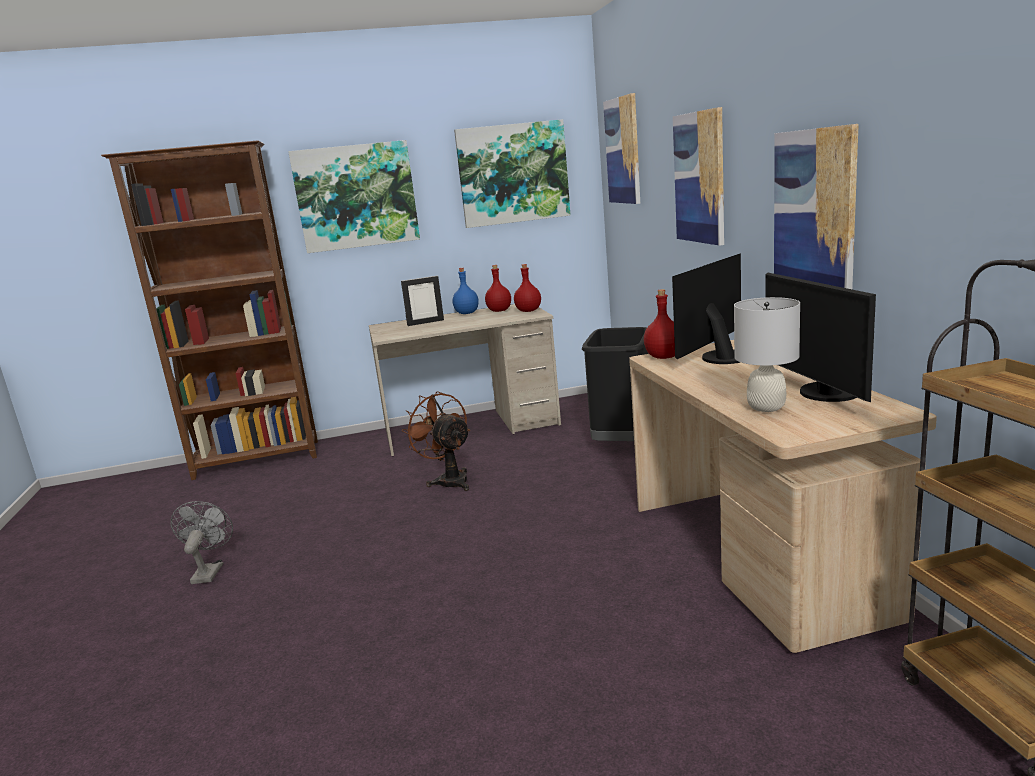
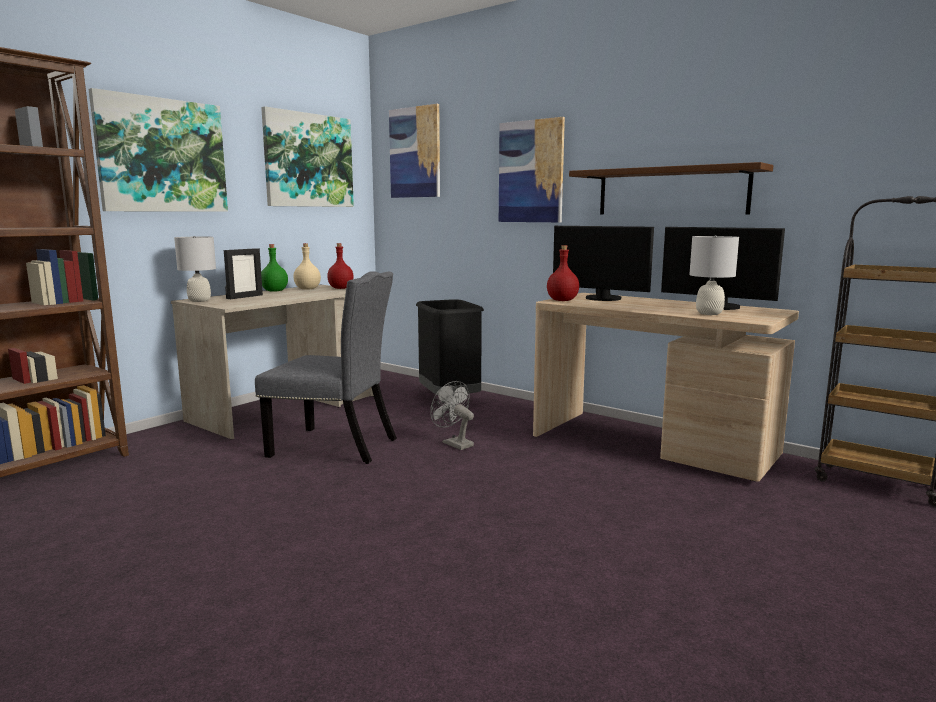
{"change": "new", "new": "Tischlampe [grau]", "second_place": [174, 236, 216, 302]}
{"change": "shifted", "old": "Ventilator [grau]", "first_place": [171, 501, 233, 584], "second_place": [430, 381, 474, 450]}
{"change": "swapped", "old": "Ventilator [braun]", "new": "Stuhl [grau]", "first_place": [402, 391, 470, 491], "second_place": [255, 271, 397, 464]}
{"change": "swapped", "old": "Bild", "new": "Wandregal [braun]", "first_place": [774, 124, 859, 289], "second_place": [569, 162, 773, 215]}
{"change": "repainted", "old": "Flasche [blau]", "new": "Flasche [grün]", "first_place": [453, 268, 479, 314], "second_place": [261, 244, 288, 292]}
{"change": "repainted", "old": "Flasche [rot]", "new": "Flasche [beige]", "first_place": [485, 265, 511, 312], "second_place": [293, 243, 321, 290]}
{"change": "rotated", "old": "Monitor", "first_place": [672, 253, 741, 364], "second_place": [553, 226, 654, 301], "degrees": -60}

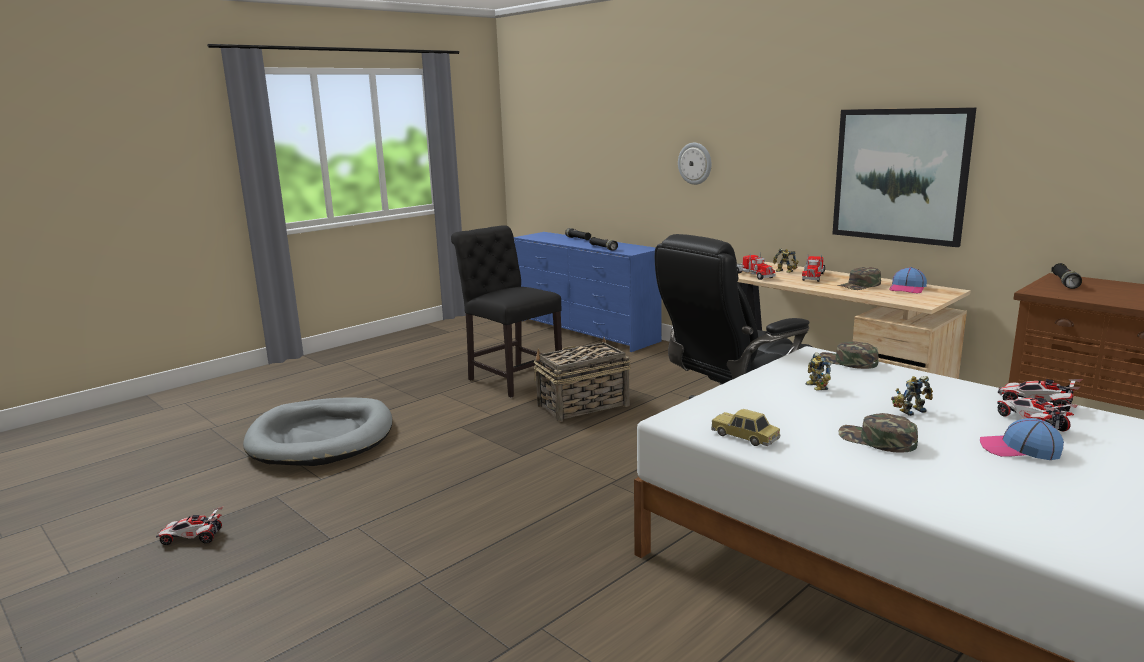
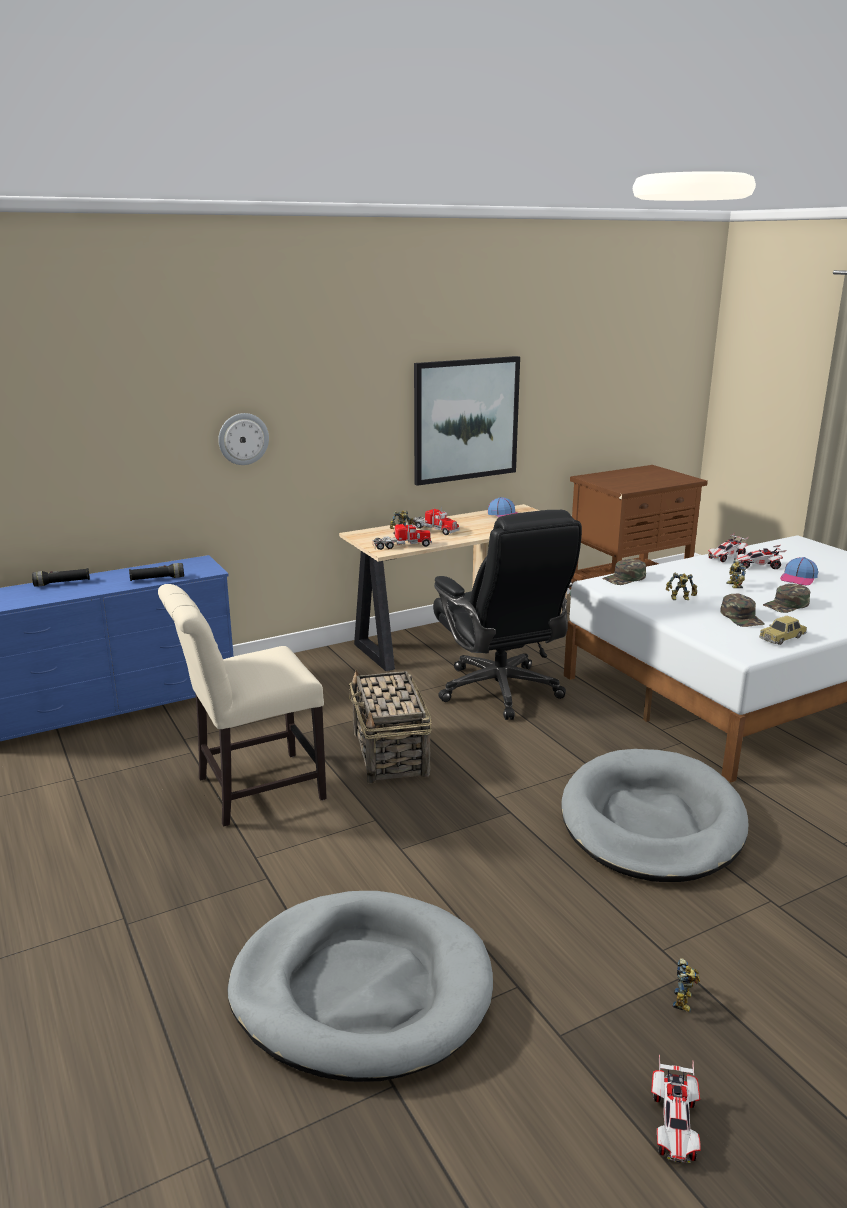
{"change": "gone", "old": "Taschenlampe [schwarz]", "first_place": [1051, 263, 1082, 289]}
{"change": "new", "new": "Hundebett [grau]", "second_place": [561, 749, 748, 882]}
{"change": "new", "new": "Spielzeugroboter", "second_place": [672, 958, 700, 1013]}
{"change": "shifted", "old": "Kappe [grün]", "first_place": [838, 267, 881, 290], "second_place": [720, 594, 765, 627]}
{"change": "repainted", "old": "Stuhl [schwarz]", "new": "Stuhl [beige]", "first_place": [451, 225, 562, 398], "second_place": [158, 584, 327, 827]}

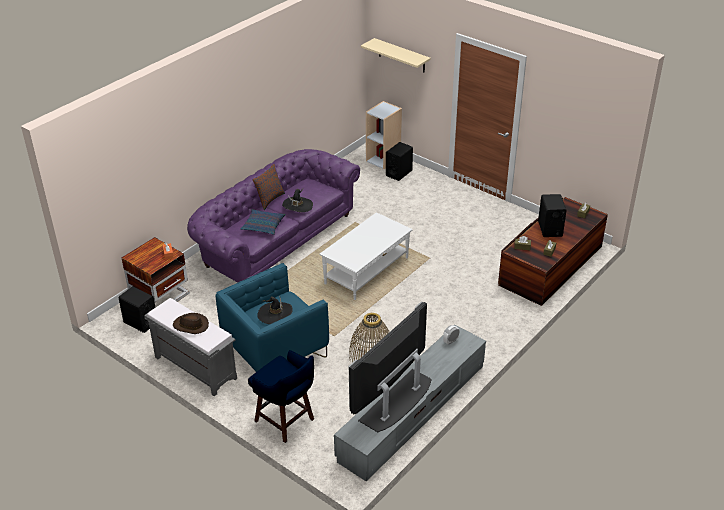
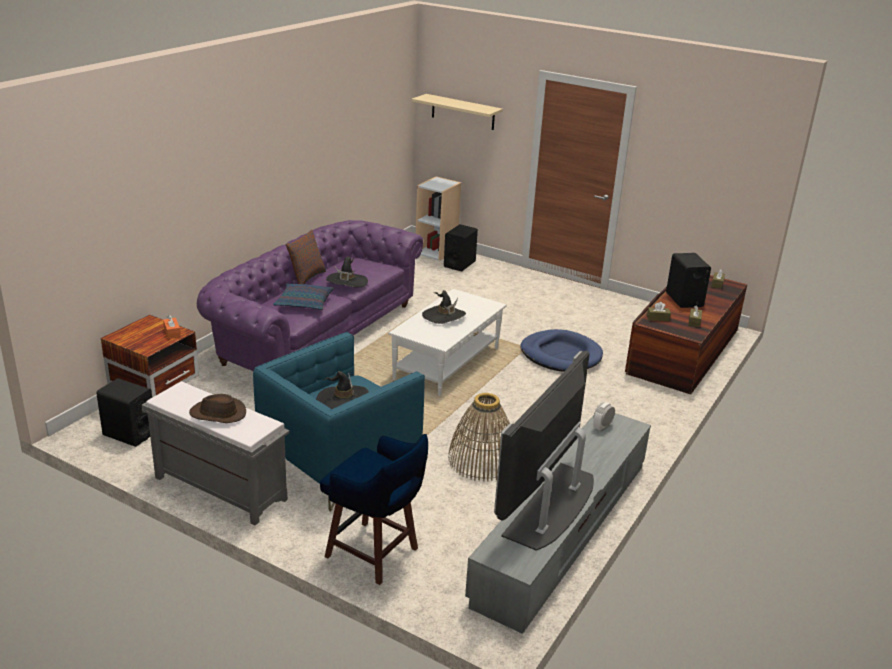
{"change": "new", "new": "Hut [schwarz]", "second_place": [422, 290, 466, 324]}
{"change": "new", "new": "Hundebett [blau]", "second_place": [520, 329, 603, 372]}

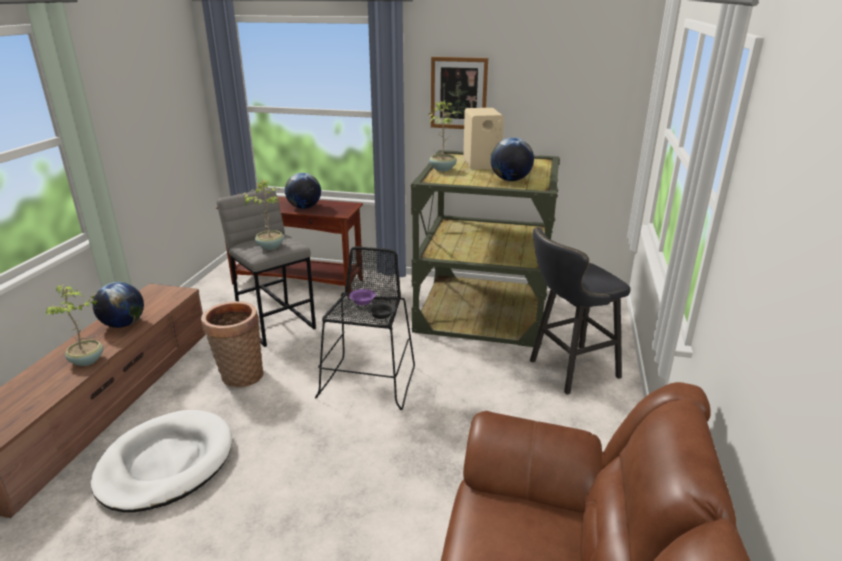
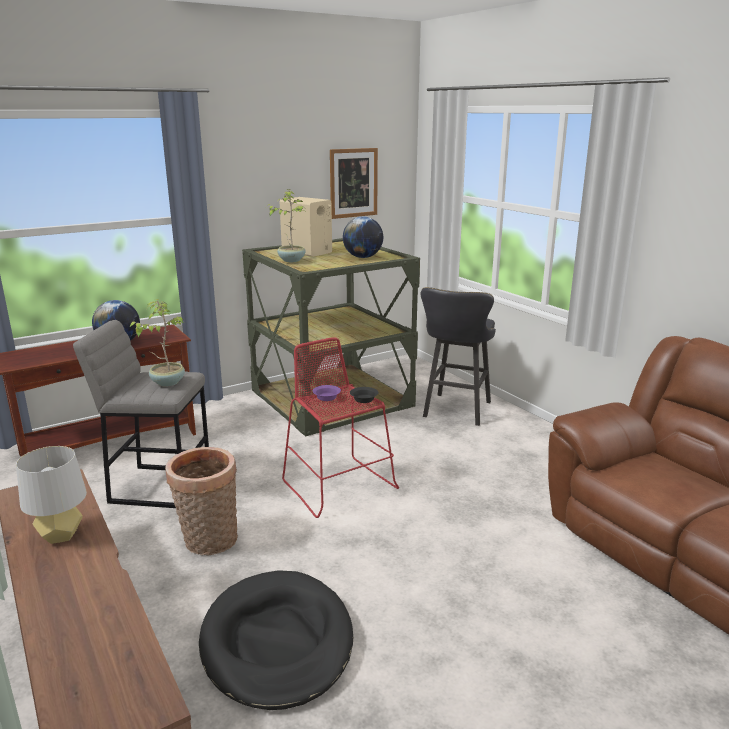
{"change": "gone", "old": "Topfpflanze", "first_place": [46, 284, 103, 366]}
{"change": "shifted", "old": "Bild", "first_place": [431, 57, 488, 129], "second_place": [330, 148, 378, 219]}
{"change": "swapped", "old": "Globus", "new": "Tischlampe [grau]", "first_place": [93, 282, 144, 328], "second_place": [16, 446, 87, 544]}
{"change": "repainted", "old": "Hundebett [weiß]", "new": "Hundebett [schwarz]", "first_place": [91, 410, 232, 512], "second_place": [199, 570, 353, 710]}
{"change": "repainted", "old": "Hocker [schwarz]", "new": "Hocker [rot]", "first_place": [315, 247, 415, 410], "second_place": [282, 337, 399, 518]}

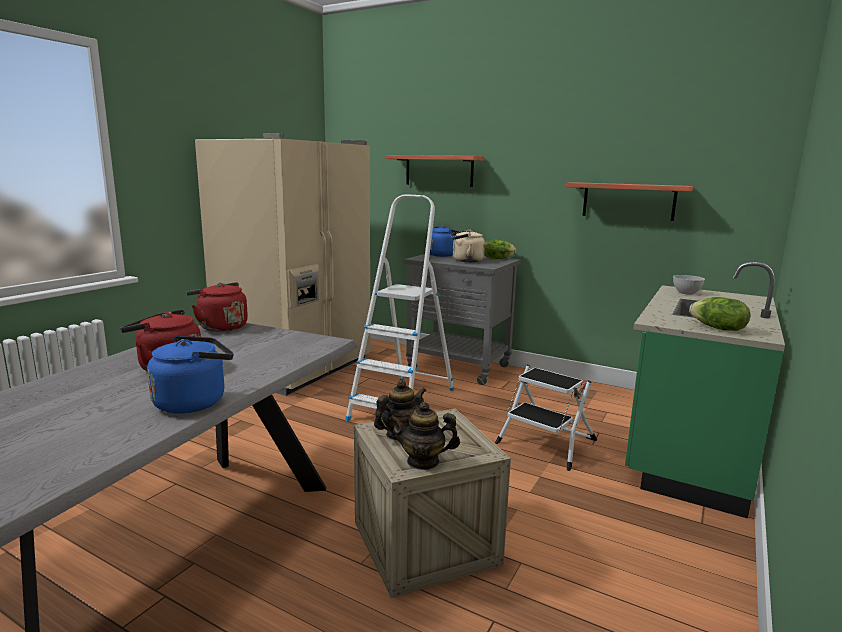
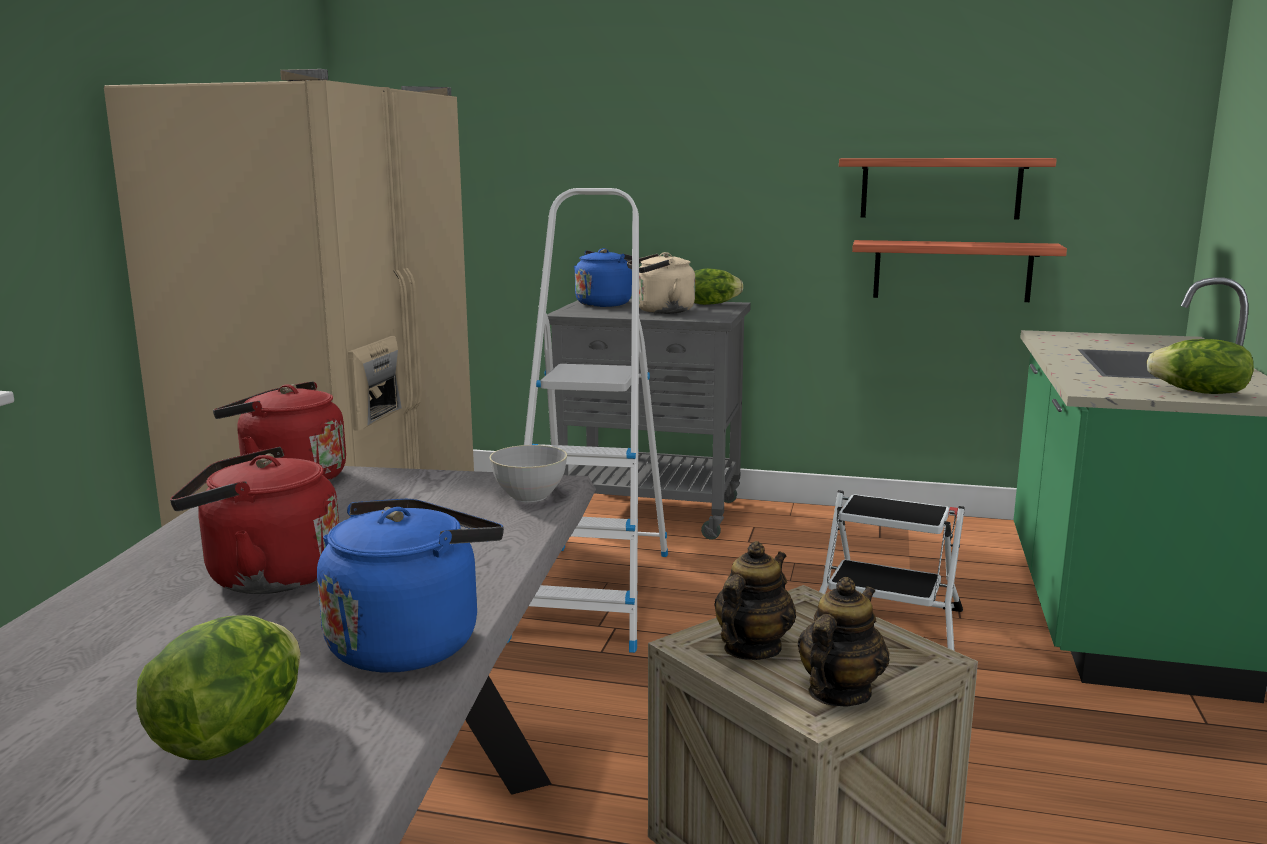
{"change": "new", "new": "Salatkopf", "second_place": [136, 615, 301, 760]}
{"change": "shifted", "old": "Wandregal", "first_place": [385, 155, 484, 187], "second_place": [852, 240, 1067, 302]}
{"change": "shifted", "old": "Schüssel [grau]", "first_place": [673, 275, 705, 295], "second_place": [489, 445, 567, 502]}
{"change": "rotated", "old": "Teekanne", "first_place": [389, 402, 460, 470], "second_place": [797, 577, 890, 707], "degrees": 135}

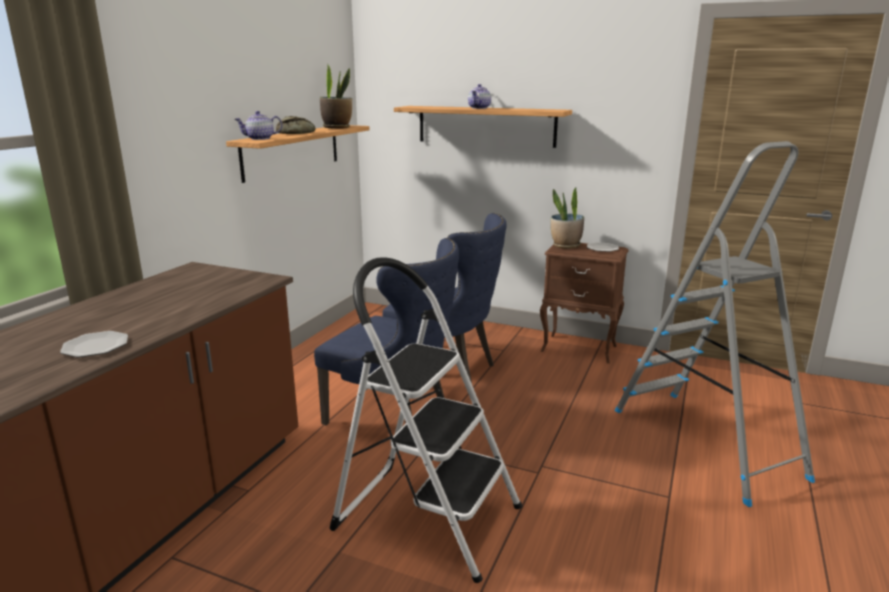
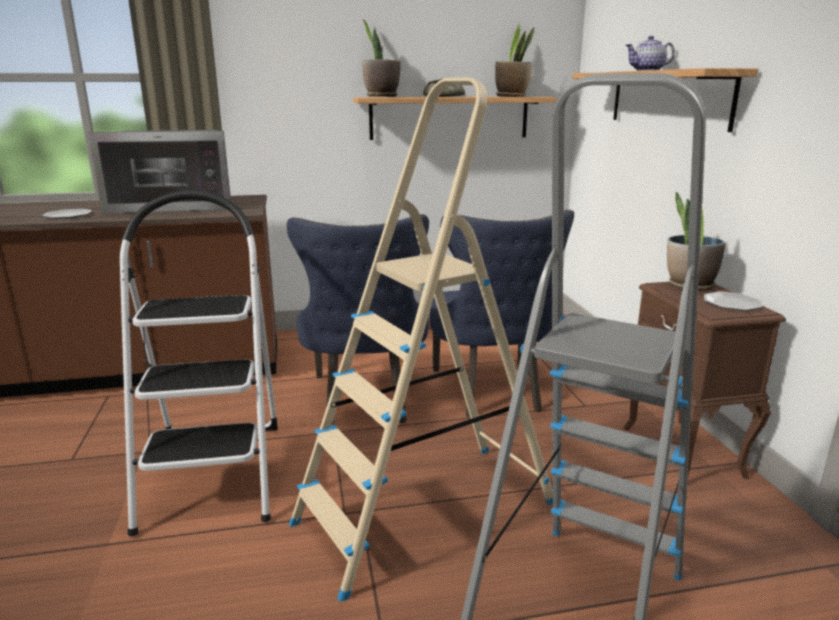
{"change": "new", "new": "Mikrowelle", "second_place": [88, 130, 231, 214]}
{"change": "new", "new": "Trittleiter [beige]", "second_place": [289, 78, 553, 602]}
{"change": "swapped", "old": "Teekanne", "new": "Topfpflanze", "first_place": [234, 111, 283, 140], "second_place": [362, 19, 401, 97]}

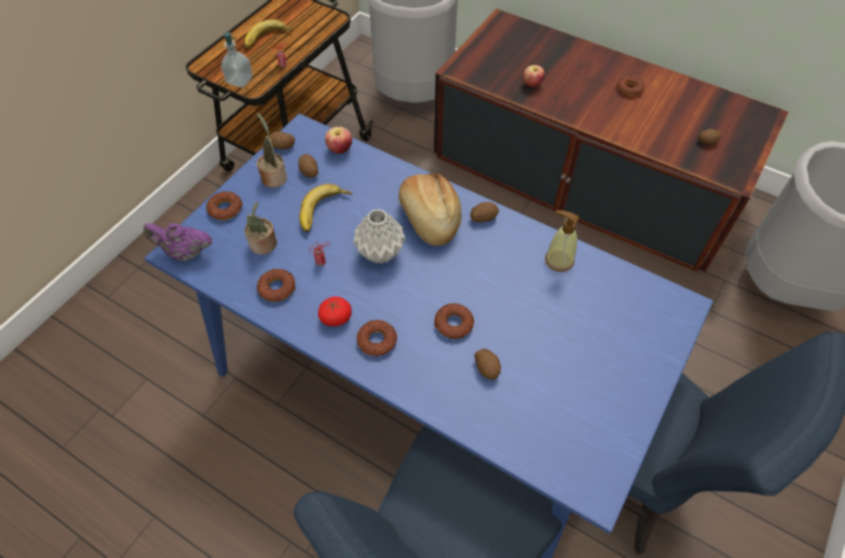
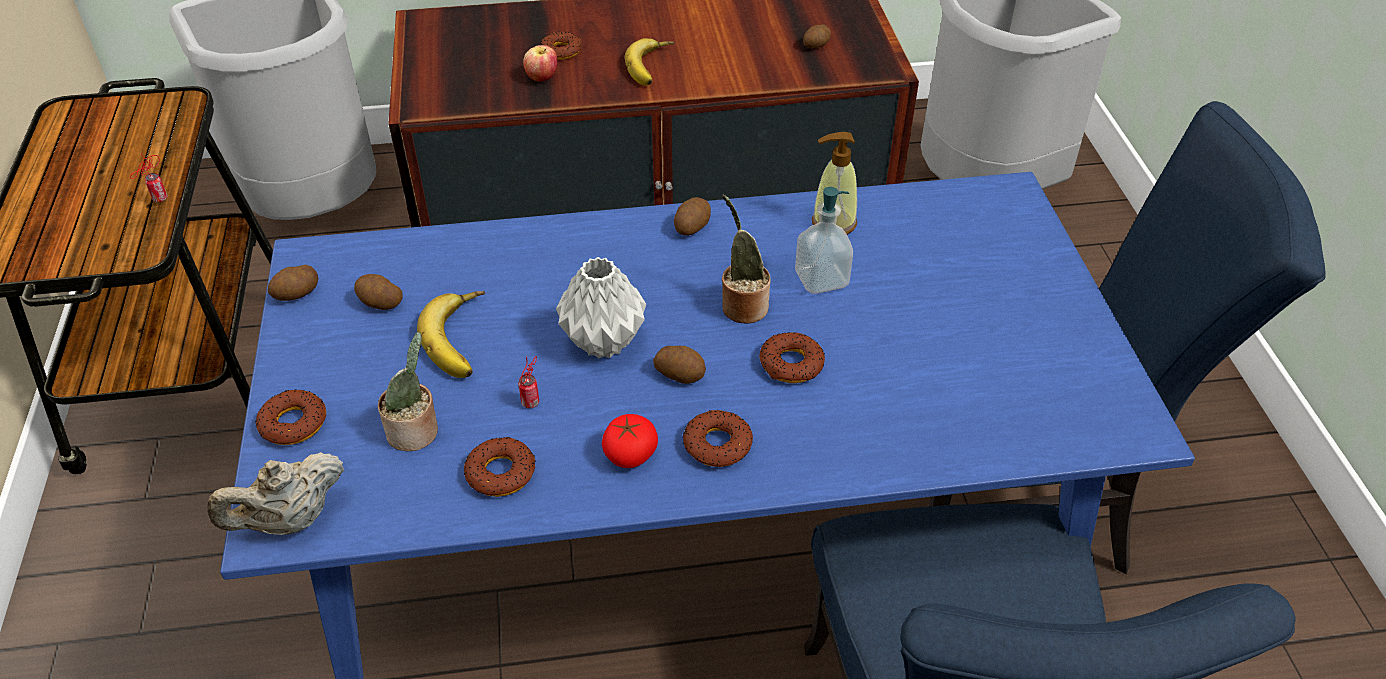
{"change": "gone", "old": "Apfel", "first_place": [325, 127, 352, 154]}
{"change": "gone", "old": "Brot", "first_place": [398, 173, 462, 246]}
{"change": "shifted", "old": "Seifenspender", "first_place": [221, 32, 253, 88], "second_place": [795, 187, 853, 294]}
{"change": "shifted", "old": "Banane", "first_place": [244, 19, 292, 48], "second_place": [625, 38, 674, 85]}
{"change": "shifted", "old": "Topfpflanze", "first_place": [257, 113, 287, 188], "second_place": [722, 195, 771, 324]}
{"change": "shifted", "old": "Kartoffel", "first_place": [474, 349, 501, 380], "second_place": [653, 346, 706, 384]}
{"change": "shifted", "old": "Donut", "first_place": [618, 76, 645, 96], "second_place": [540, 32, 582, 60]}
{"change": "repainted", "old": "Teekanne [lila]", "new": "Teekanne [beige]", "first_place": [143, 223, 212, 261], "second_place": [207, 452, 344, 535]}

